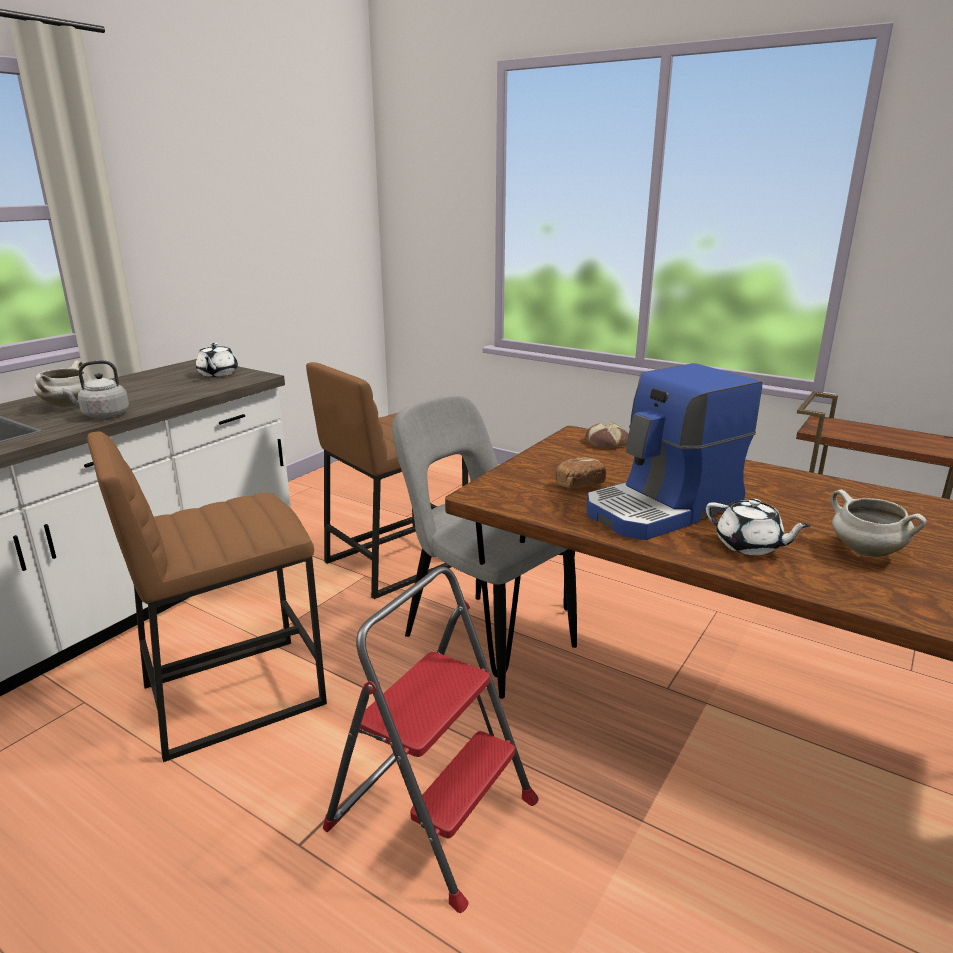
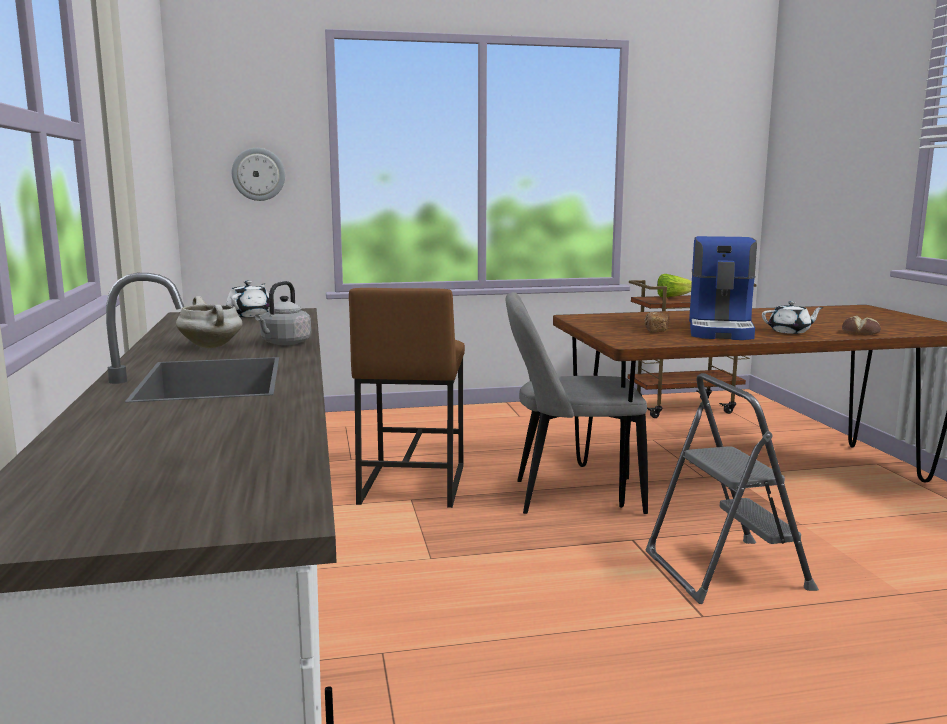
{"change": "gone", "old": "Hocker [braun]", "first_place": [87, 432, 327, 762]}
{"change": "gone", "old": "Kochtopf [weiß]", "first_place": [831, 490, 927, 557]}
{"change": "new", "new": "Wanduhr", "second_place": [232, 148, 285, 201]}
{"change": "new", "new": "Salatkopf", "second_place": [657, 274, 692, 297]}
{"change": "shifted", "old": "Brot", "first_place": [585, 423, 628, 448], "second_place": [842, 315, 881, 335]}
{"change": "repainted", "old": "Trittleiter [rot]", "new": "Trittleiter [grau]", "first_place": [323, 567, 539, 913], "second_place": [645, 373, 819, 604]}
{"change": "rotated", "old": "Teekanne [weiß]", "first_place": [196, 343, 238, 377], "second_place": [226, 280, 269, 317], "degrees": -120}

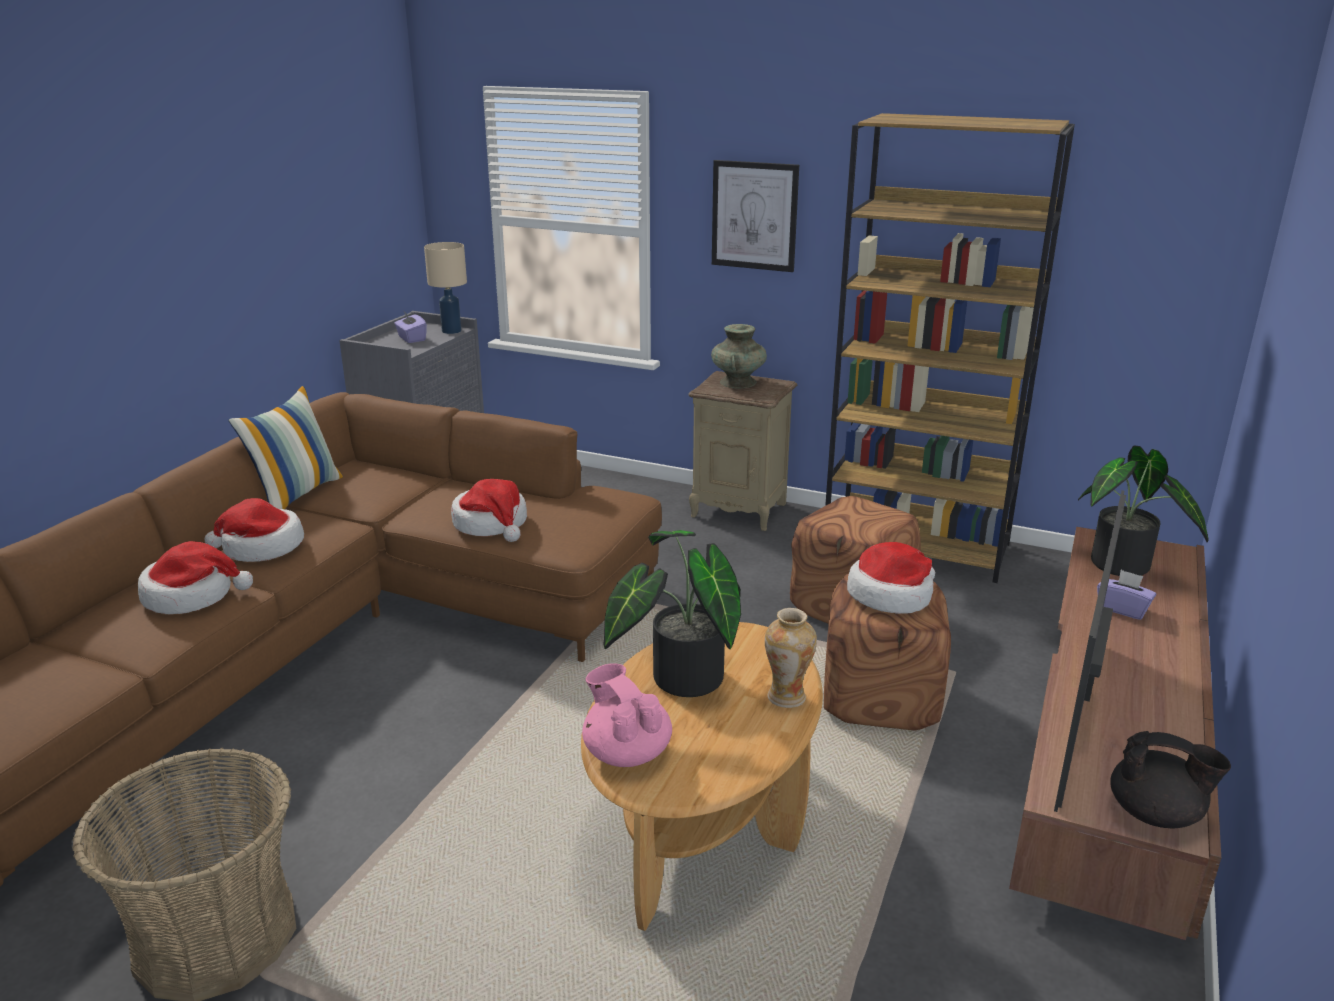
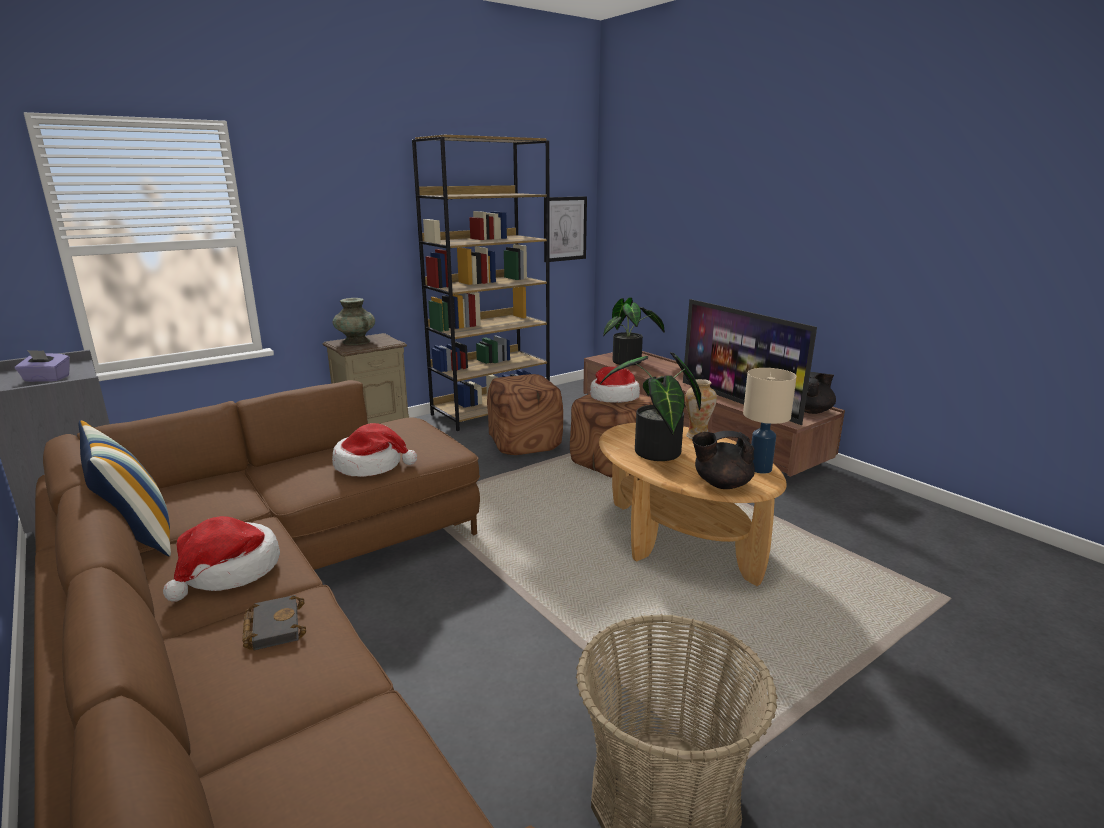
{"change": "gone", "old": "Taschentuchbox [lila]", "first_place": [1097, 570, 1156, 620]}
{"change": "shifted", "old": "Tischlampe [beige]", "first_place": [424, 242, 467, 334], "second_place": [743, 368, 797, 474]}
{"change": "shifted", "old": "Bild", "first_place": [712, 160, 799, 272], "second_place": [544, 196, 587, 262]}
{"change": "swapped", "old": "Hut", "new": "Buch [schwarz]", "first_place": [138, 541, 253, 614], "second_place": [242, 595, 306, 650]}
{"change": "repainted", "old": "Teekanne [rosa]", "new": "Teekanne [schwarz]", "first_place": [582, 663, 672, 767], "second_place": [692, 431, 755, 489]}

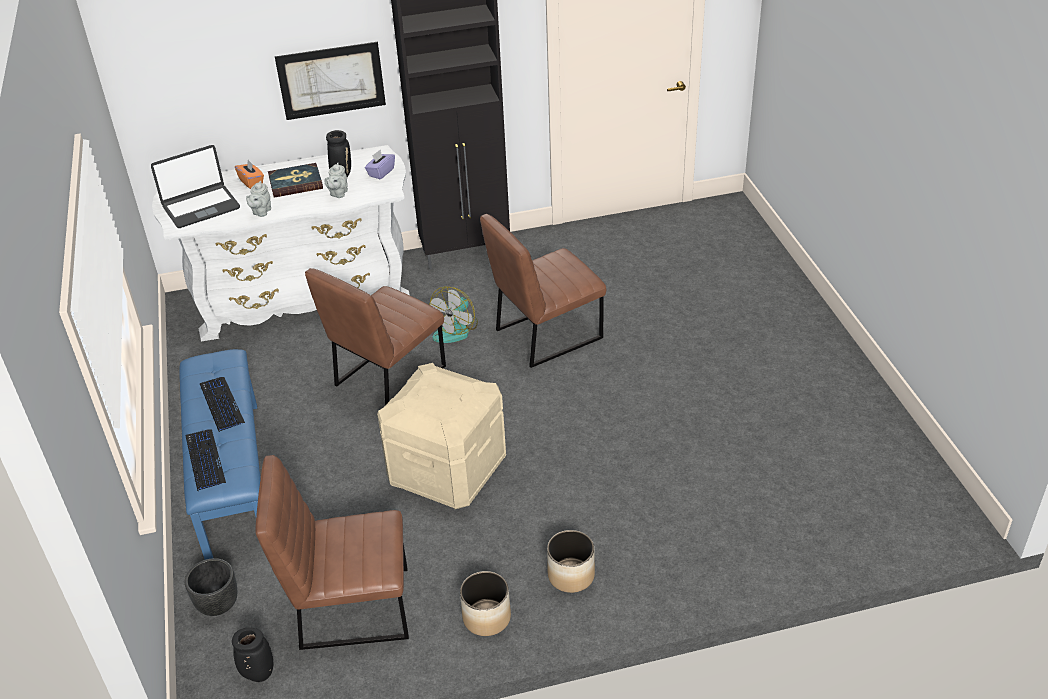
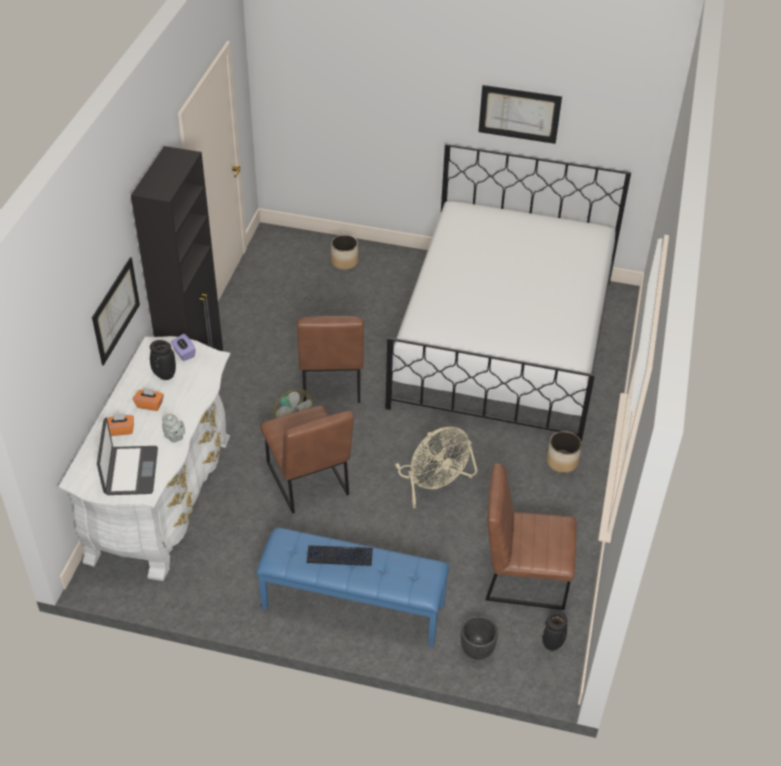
{"change": "gone", "old": "Tastatur", "first_place": [185, 429, 226, 491]}
{"change": "gone", "old": "Teekanne [grau]", "first_place": [325, 163, 348, 198]}
{"change": "new", "new": "Bett [weiß]", "second_place": [385, 144, 631, 442]}
{"change": "new", "new": "Bild", "second_place": [478, 85, 562, 144]}
{"change": "shifted", "old": "Pflanzkübel", "first_place": [460, 571, 511, 636], "second_place": [331, 235, 358, 270]}
{"change": "swapped", "old": "Buch", "new": "Taschentuchbox [orange]", "first_place": [268, 163, 323, 198], "second_place": [133, 387, 164, 411]}
{"change": "swapped", "old": "Aufbewahrungsbox [beige]", "new": "Ventilator [beige]", "first_place": [377, 363, 506, 509], "second_place": [395, 427, 477, 508]}
{"change": "rotated", "old": "Stuhl [braun]", "first_place": [255, 455, 409, 650], "second_place": [486, 463, 577, 610], "degrees": 75}

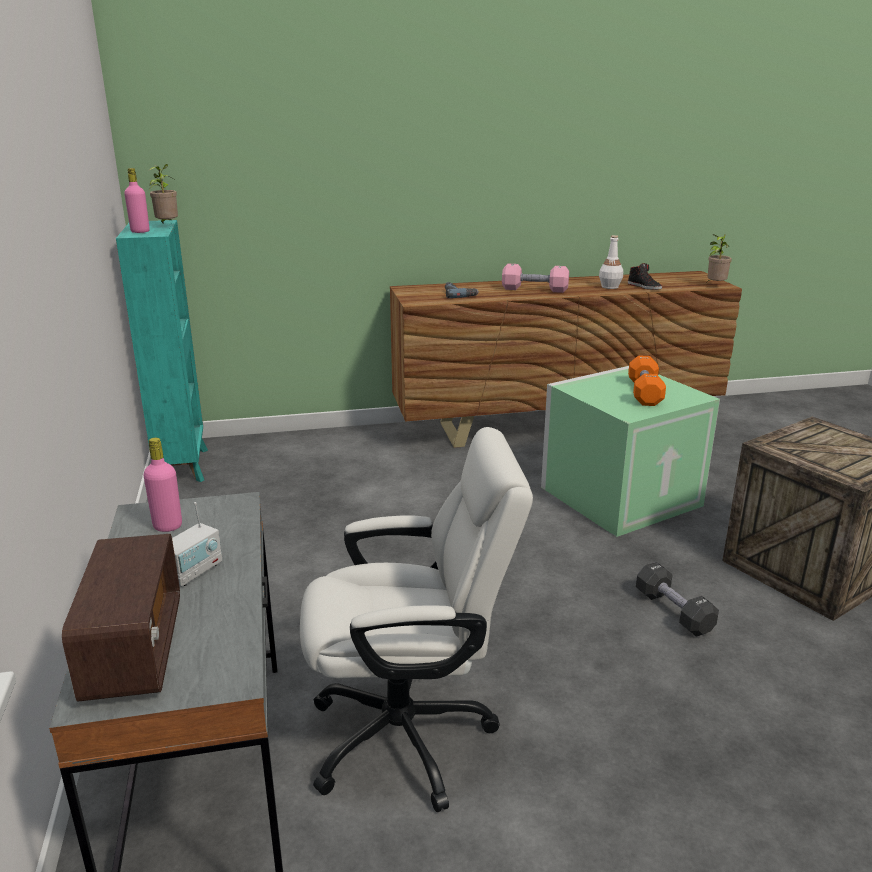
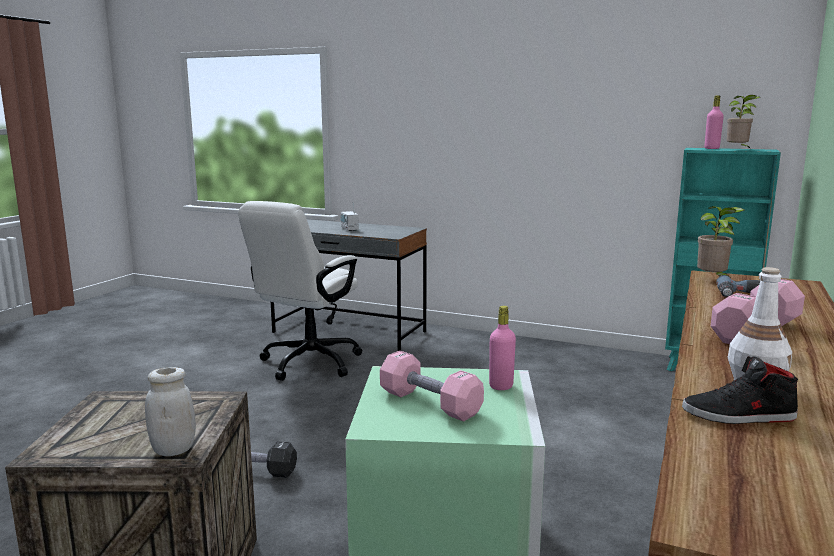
{"change": "gone", "old": "Radio", "first_place": [62, 534, 180, 701]}
{"change": "new", "new": "Vorratsglas [weiß]", "second_place": [145, 367, 196, 456]}
{"change": "shifted", "old": "Flasche [rosa]", "first_place": [144, 438, 182, 532], "second_place": [489, 306, 516, 390]}
{"change": "shifted", "old": "Topfpflanze", "first_place": [707, 234, 732, 282], "second_place": [697, 206, 744, 278]}
{"change": "repainted", "old": "Hantel [orange]", "new": "Hantel [rosa]", "first_place": [628, 355, 666, 406], "second_place": [380, 351, 484, 422]}

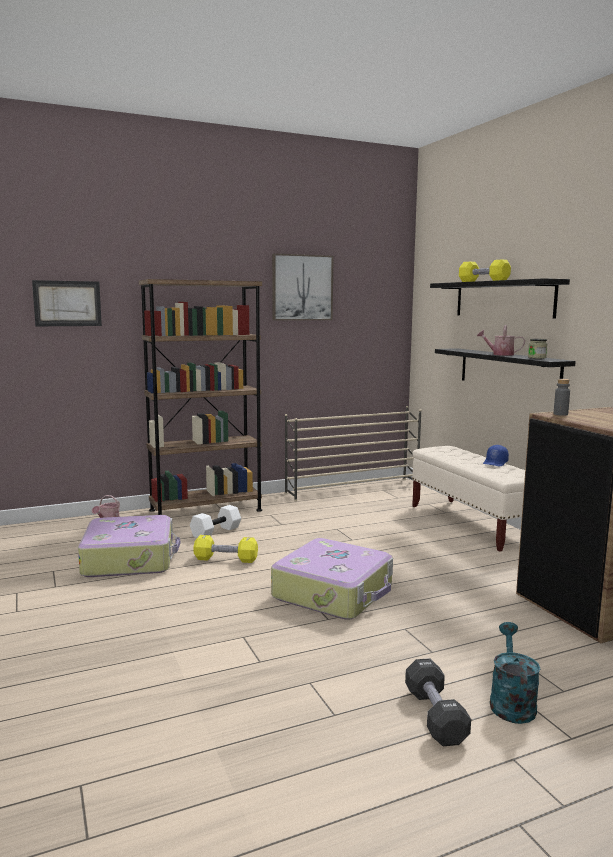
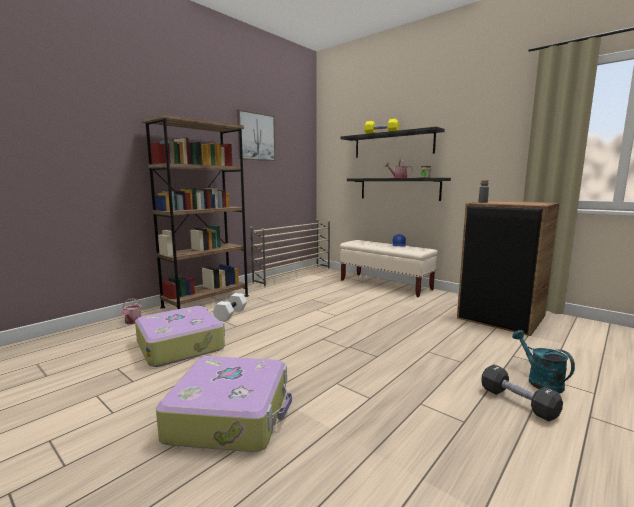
{"change": "gone", "old": "Bild", "first_place": [32, 280, 102, 326]}
{"change": "gone", "old": "Hantel [gelb]", "first_place": [193, 535, 258, 563]}
{"change": "shifted", "old": "Koffer", "first_place": [271, 538, 393, 620], "second_place": [156, 356, 292, 452]}

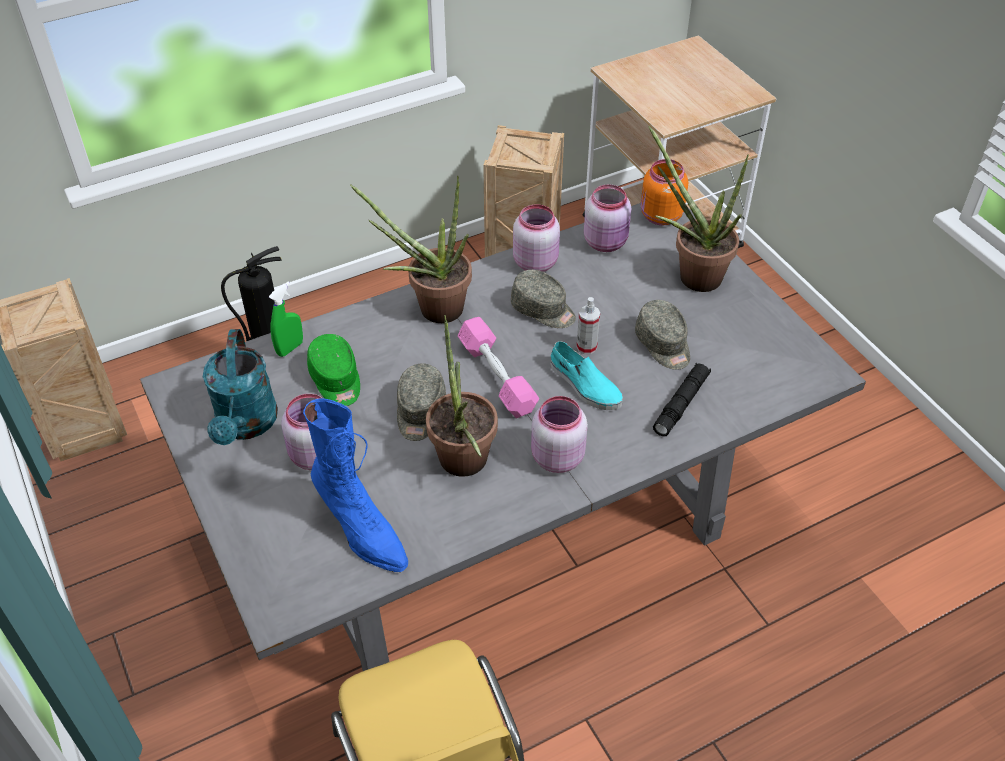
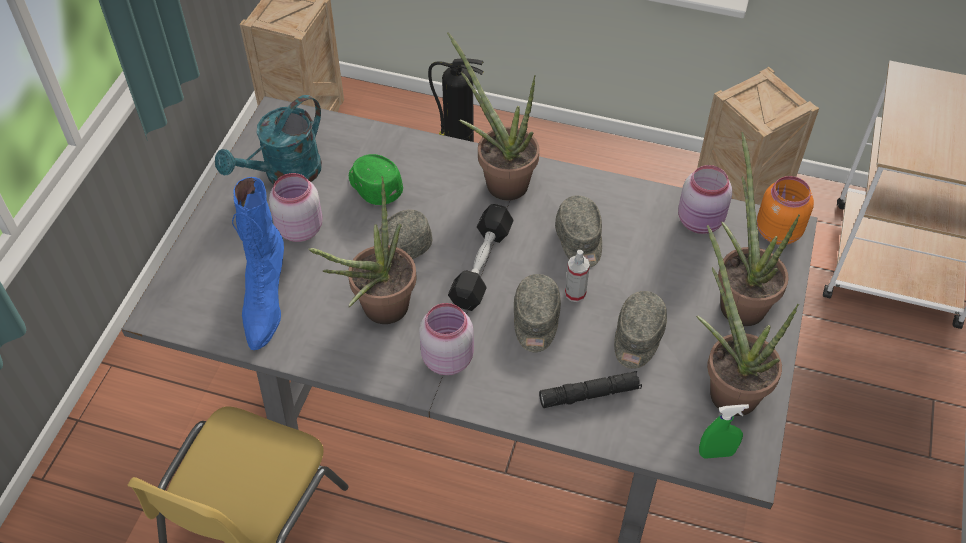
{"change": "gone", "old": "Vorratsglas [rosa]", "first_place": [513, 205, 560, 272]}
{"change": "new", "new": "Topfpflanze", "second_place": [696, 225, 799, 416]}
{"change": "shifted", "old": "Sprühflasche [grün]", "first_place": [269, 282, 303, 357], "second_place": [699, 404, 749, 459]}
{"change": "swapped", "old": "Schuh [türkis]", "new": "Kappe [grau]", "first_place": [551, 341, 623, 410], "second_place": [514, 274, 561, 352]}
{"change": "repainted", "old": "Hantel [rosa]", "new": "Hantel [schwarz]", "first_place": [458, 317, 539, 418], "second_place": [448, 204, 513, 311]}
{"change": "rotated", "old": "Kappe [grün]", "first_place": [307, 334, 360, 406], "second_place": [349, 154, 403, 205], "degrees": 120}

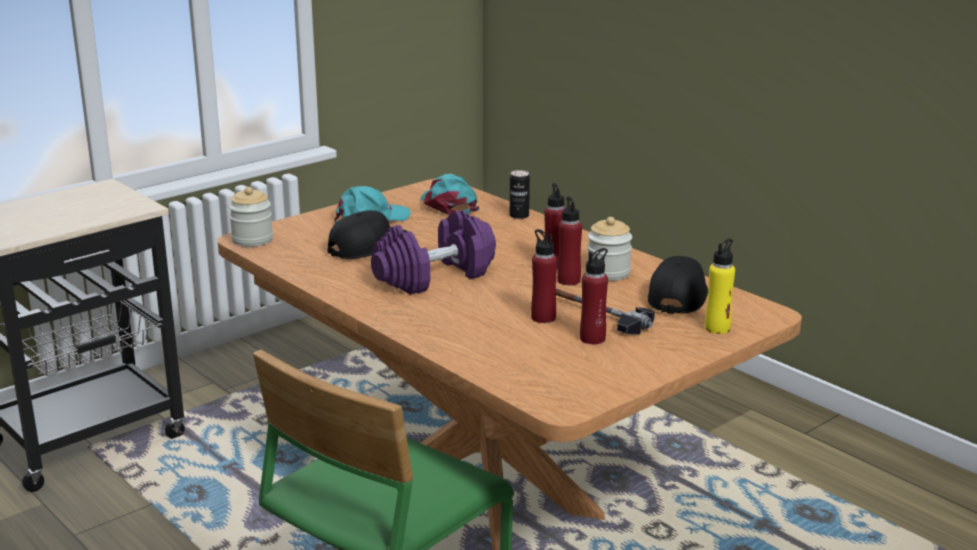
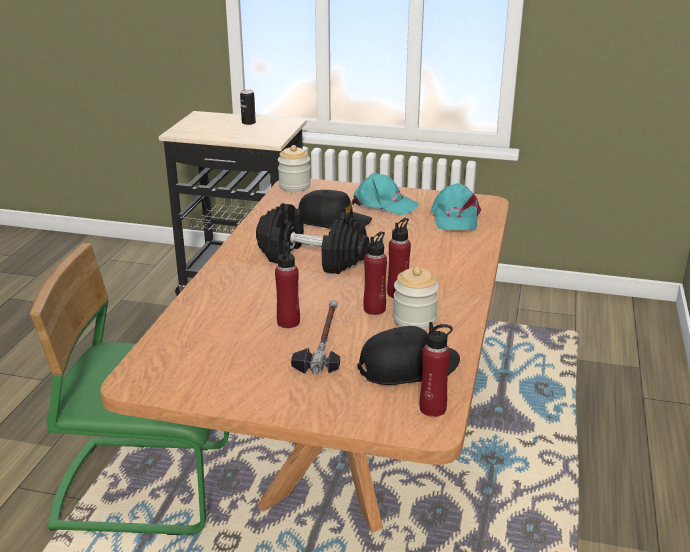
{"change": "gone", "old": "Flasche [gelb]", "first_place": [705, 239, 735, 334]}
{"change": "shifted", "old": "Dose", "first_place": [510, 170, 530, 219], "second_place": [240, 90, 256, 125]}
{"change": "shifted", "old": "Flasche [rot]", "first_place": [580, 248, 608, 344], "second_place": [420, 322, 453, 417]}
{"change": "repainted", "old": "Hantel [lila]", "new": "Hantel [schwarz]", "first_place": [371, 210, 496, 295], "second_place": [256, 203, 369, 274]}
{"change": "rotated", "old": "Kappe [türkis]", "first_place": [421, 174, 479, 215], "second_place": [431, 183, 481, 230], "degrees": 150}

